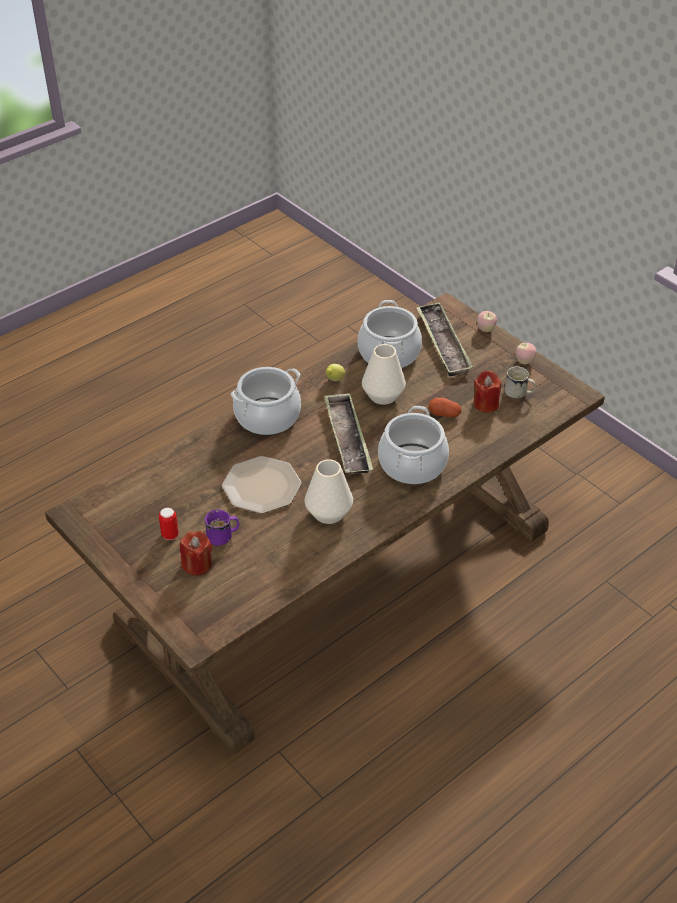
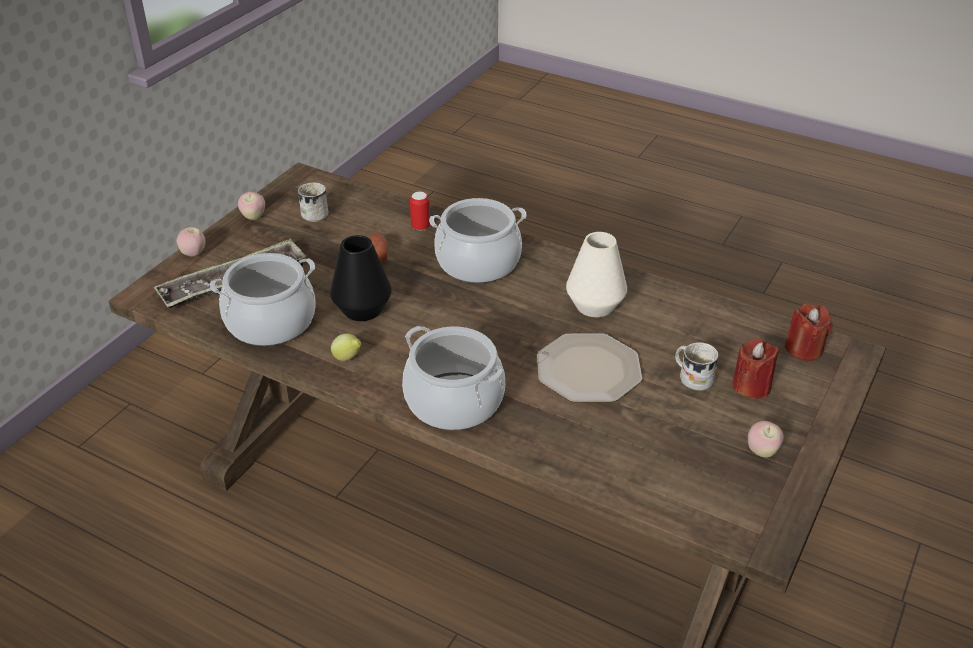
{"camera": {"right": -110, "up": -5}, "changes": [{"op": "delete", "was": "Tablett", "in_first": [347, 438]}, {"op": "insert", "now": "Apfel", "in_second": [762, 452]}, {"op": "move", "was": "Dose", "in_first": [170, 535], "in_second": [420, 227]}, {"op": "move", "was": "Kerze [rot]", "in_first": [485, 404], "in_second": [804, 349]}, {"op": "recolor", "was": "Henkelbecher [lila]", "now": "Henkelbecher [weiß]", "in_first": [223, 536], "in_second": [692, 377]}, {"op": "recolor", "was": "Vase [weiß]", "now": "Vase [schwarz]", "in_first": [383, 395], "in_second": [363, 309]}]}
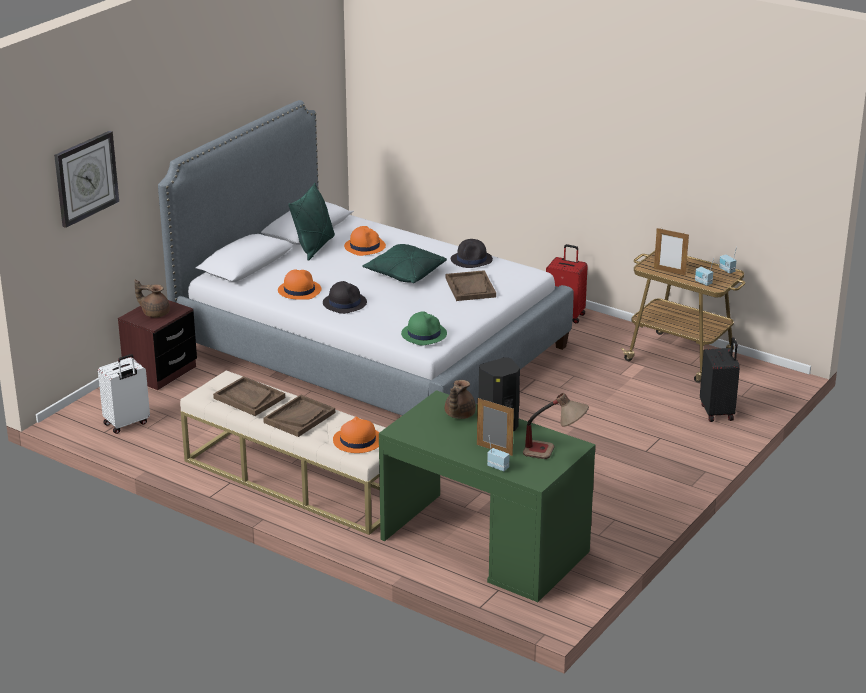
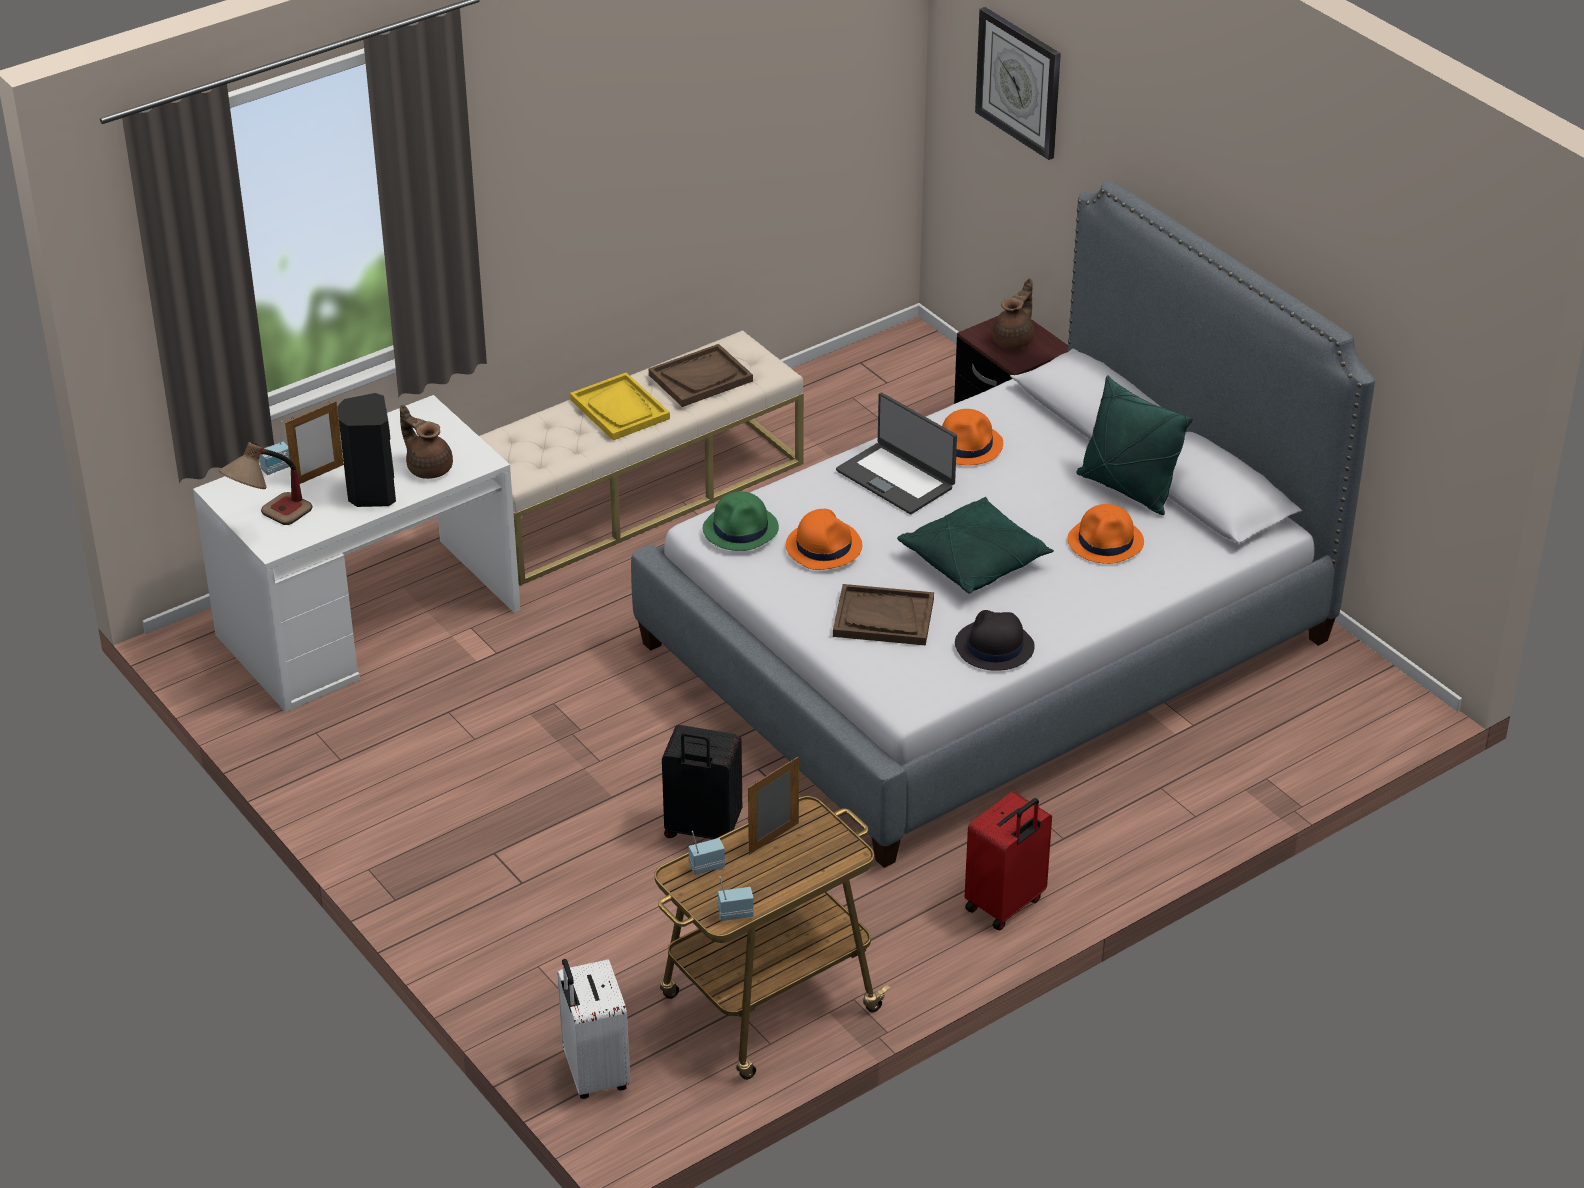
{"camera": {"right": 110, "up": 10}, "changes": [{"op": "move", "was": "Koffer [weiß]", "in_first": [127, 424], "in_second": [593, 1073]}, {"op": "move", "was": "Hut [orange]", "in_first": [357, 441], "in_second": [824, 546]}, {"op": "move", "was": "Koffer [schwarz]", "in_first": [718, 412], "in_second": [701, 830]}, {"op": "replace", "was": "Hut [schwarz]", "now": "Laptop", "in_first": [344, 303], "in_second": [896, 478]}, {"op": "recolor", "was": "Tablett [braun]", "now": "Tablett [gelb]", "in_first": [299, 417], "in_second": [620, 409]}, {"op": "recolor", "was": "Schreibtisch [grün]", "now": "Schreibtisch [weiß]", "in_first": [484, 545], "in_second": [368, 622]}]}
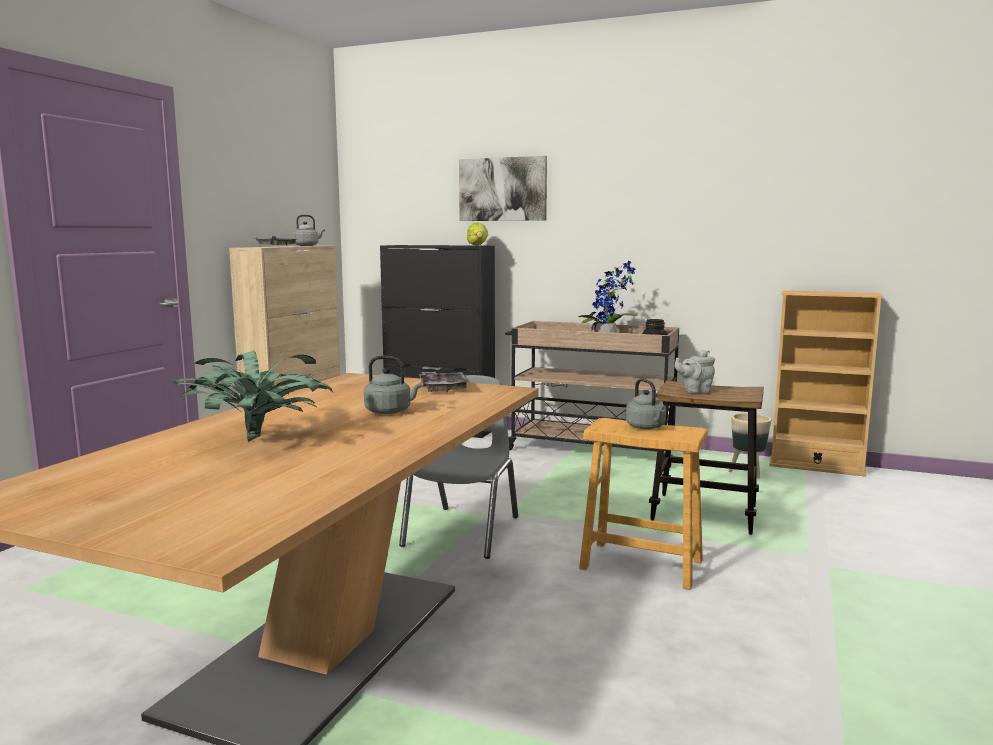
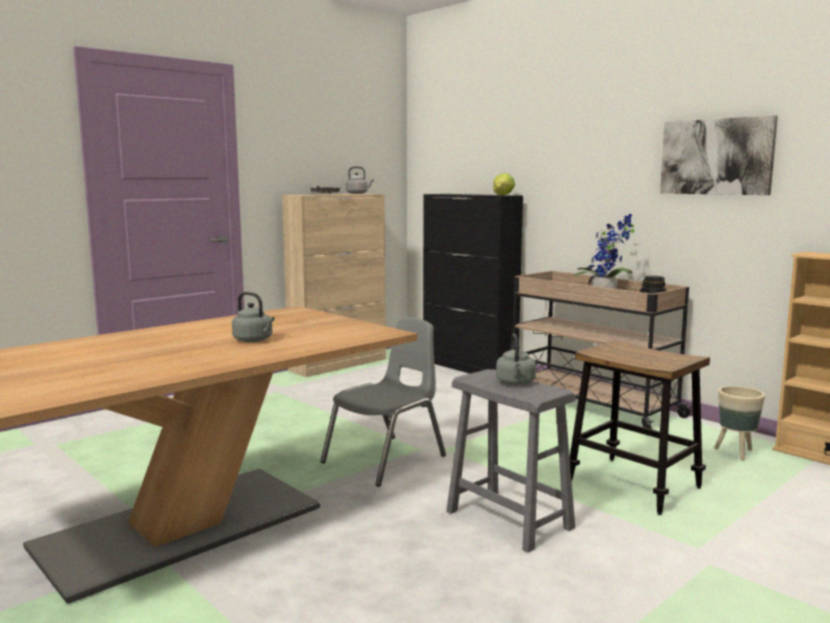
{"camera": {"right": 25, "up": 0}, "changes": [{"op": "delete", "was": "Topfpflanze", "in_first": [259, 440]}, {"op": "delete", "was": "Tablett [grau]", "in_first": [443, 389]}, {"op": "delete", "was": "Teekanne [grau]", "in_first": [695, 391]}, {"op": "move", "was": "Bild", "in_first": [503, 189], "in_second": [716, 157]}, {"op": "recolor", "was": "Hocker [braun]", "now": "Hocker [grau]", "in_first": [641, 564], "in_second": [509, 519]}]}
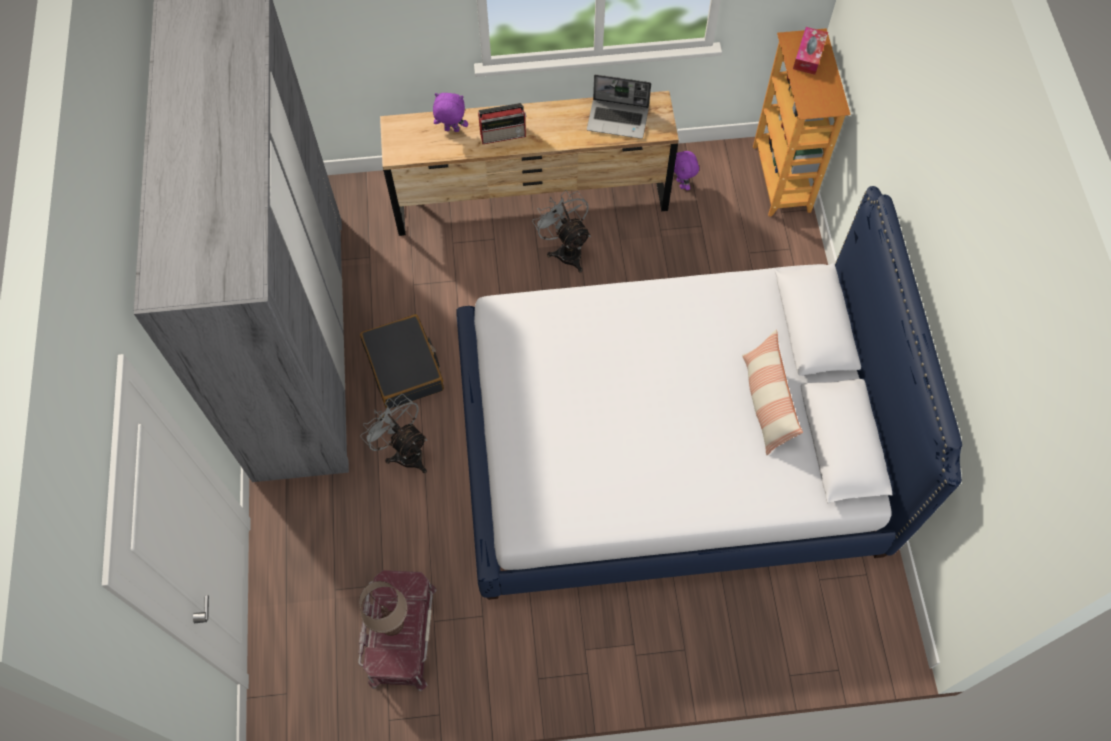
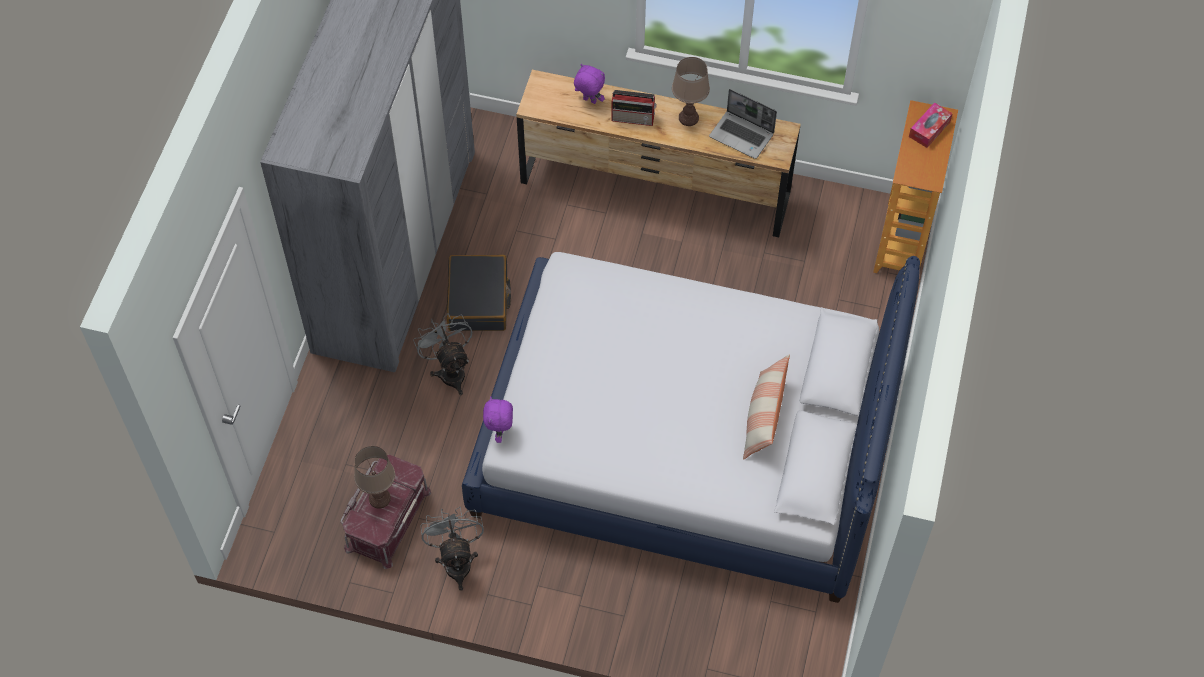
{"camera": {"right": 20, "up": -5}, "changes": [{"op": "insert", "now": "Tischlampe [braun]", "in_second": [688, 118]}, {"op": "move", "was": "Ventilator [grau]", "in_first": [566, 250], "in_second": [457, 560]}, {"op": "move", "was": "Plüschtier [lila]", "in_first": [681, 183], "in_second": [500, 432]}]}
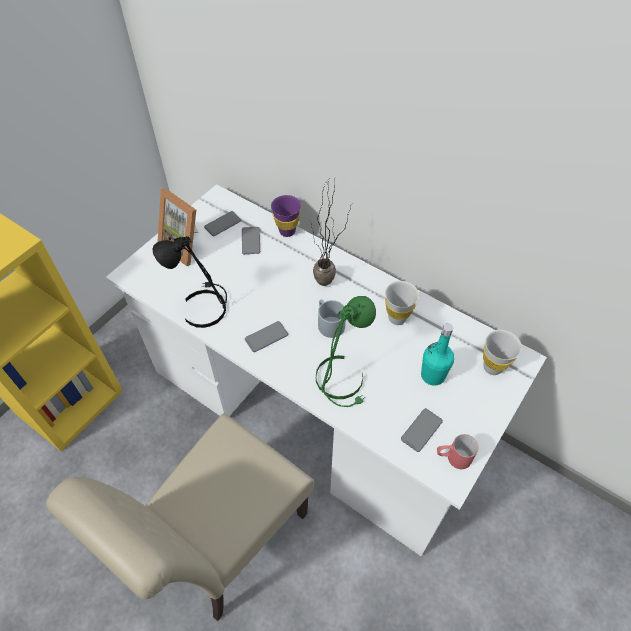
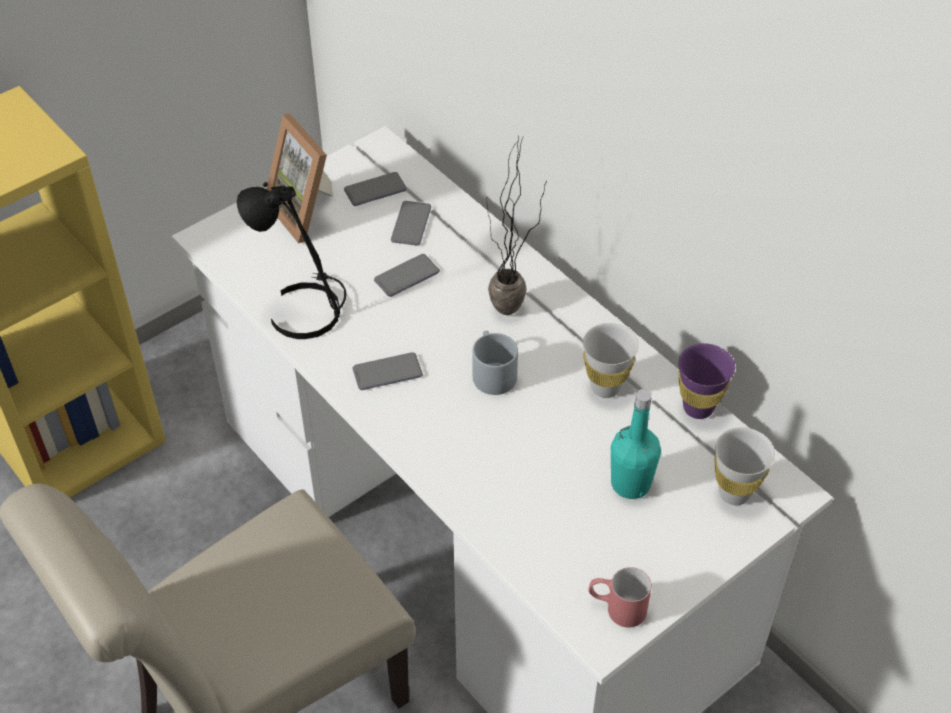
{"camera": {"right": 15, "up": -5}, "changes": [{"op": "delete", "was": "Tischlampe [grün]", "in_first": [342, 380]}, {"op": "move", "was": "Tasse [lila]", "in_first": [287, 231], "in_second": [698, 408]}, {"op": "move", "was": "Handy", "in_first": [421, 430], "in_second": [407, 276]}]}
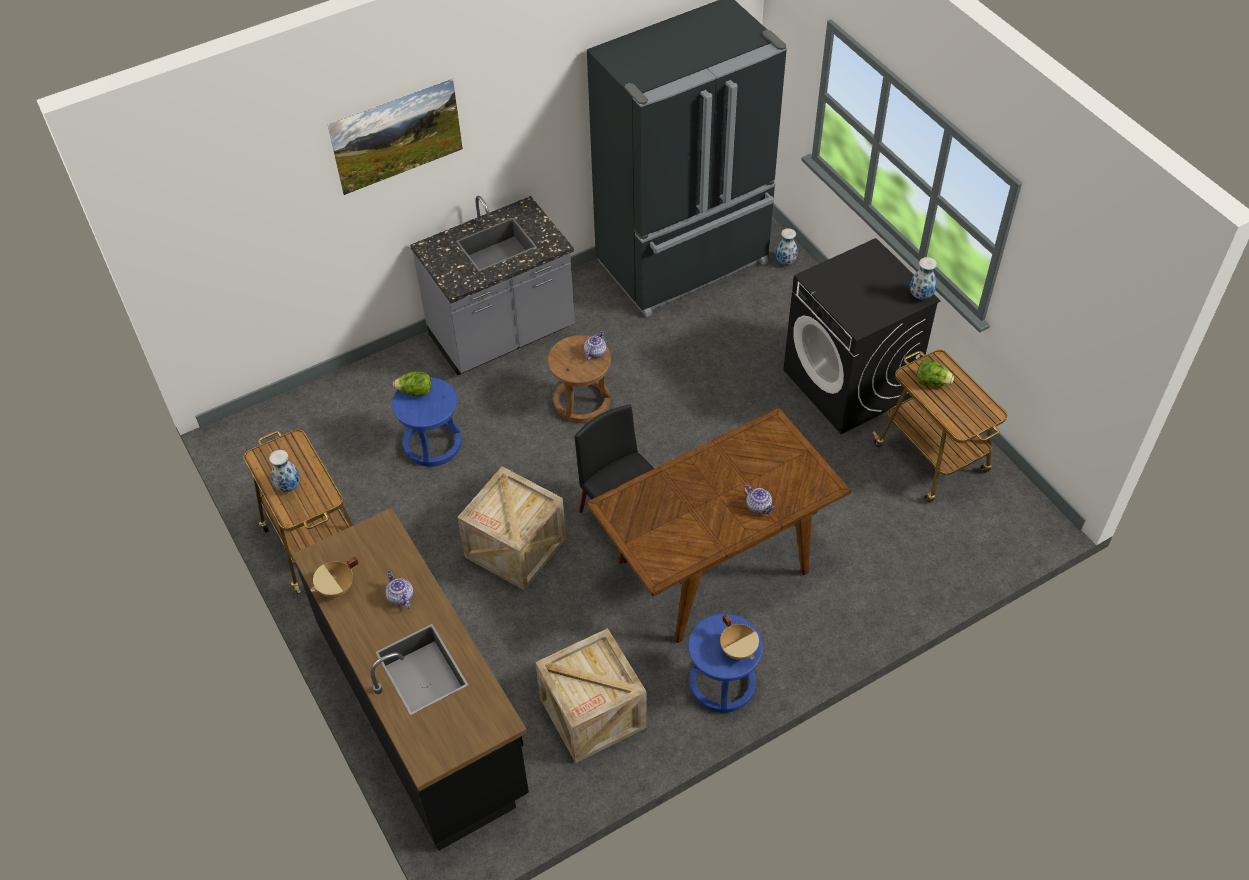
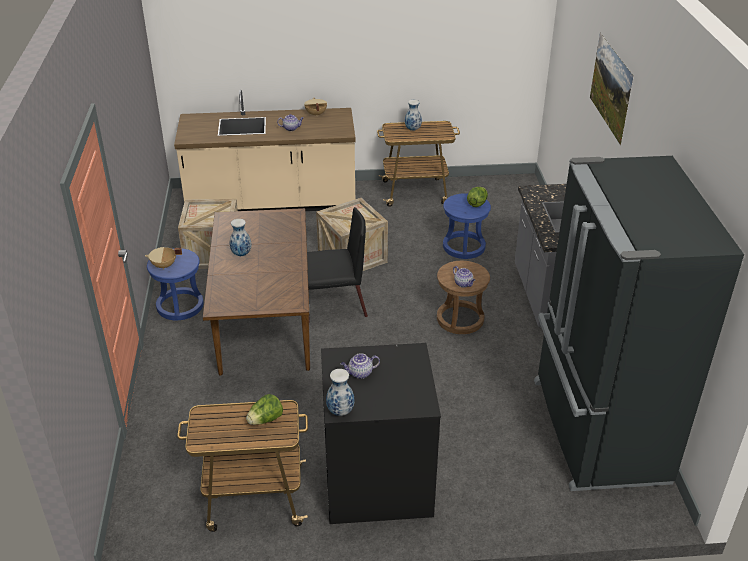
{"camera": {"right": 115, "up": -15}, "changes": [{"op": "move", "was": "Teekanne", "in_first": [759, 507], "in_second": [360, 373]}, {"op": "move", "was": "Vase", "in_first": [786, 262], "in_second": [241, 254]}, {"op": "recolor", "was": "Küchenzeile [schwarz]", "now": "Küchenzeile [beige]", "in_first": [423, 711], "in_second": [272, 202]}]}
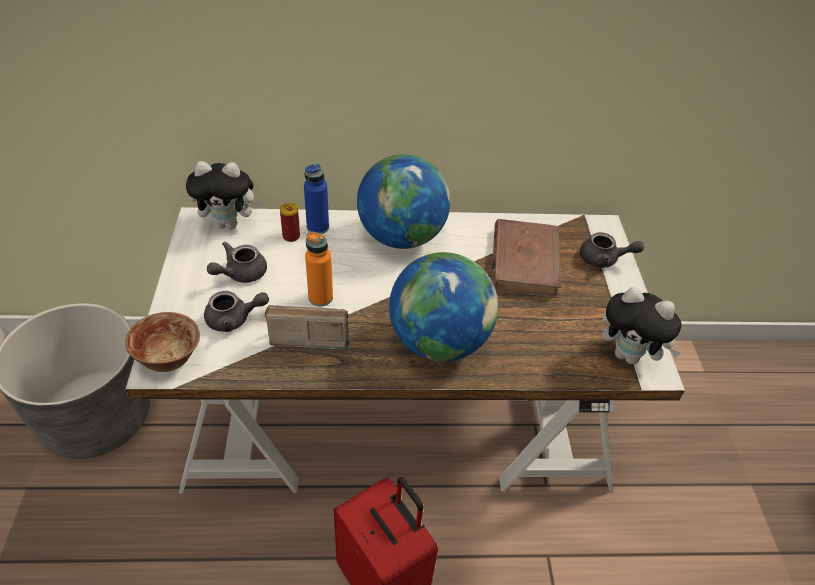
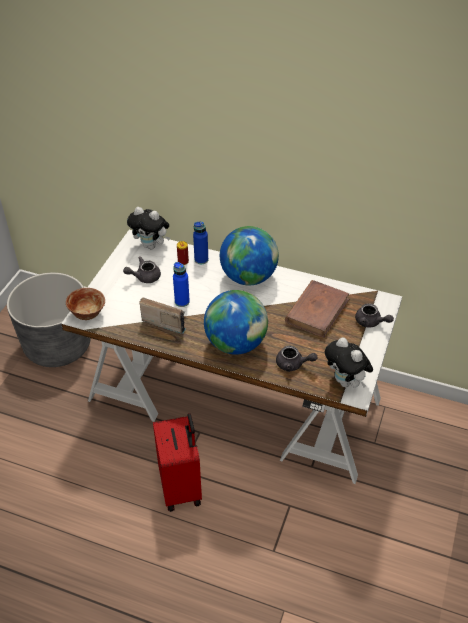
{"camera": {"right": 25, "up": 0}, "changes": [{"op": "move", "was": "Teekanne [grau]", "in_first": [234, 319], "in_second": [293, 364]}, {"op": "recolor", "was": "Flasche [orange]", "now": "Flasche [blau]", "in_first": [320, 297], "in_second": [182, 302]}]}
